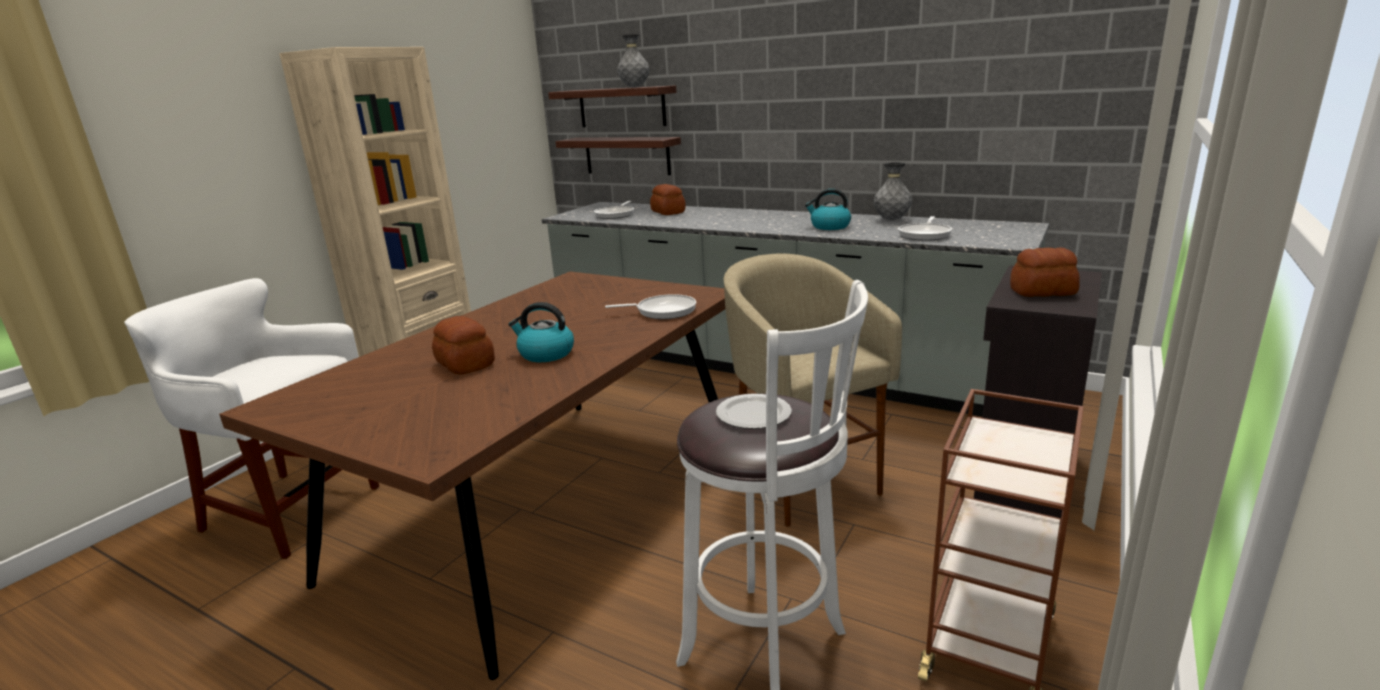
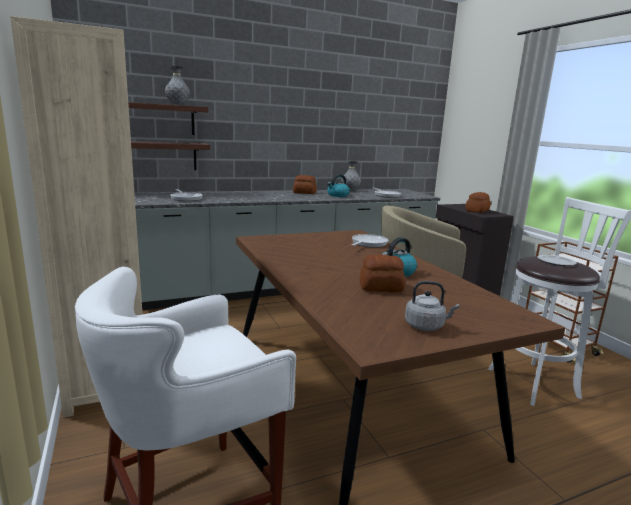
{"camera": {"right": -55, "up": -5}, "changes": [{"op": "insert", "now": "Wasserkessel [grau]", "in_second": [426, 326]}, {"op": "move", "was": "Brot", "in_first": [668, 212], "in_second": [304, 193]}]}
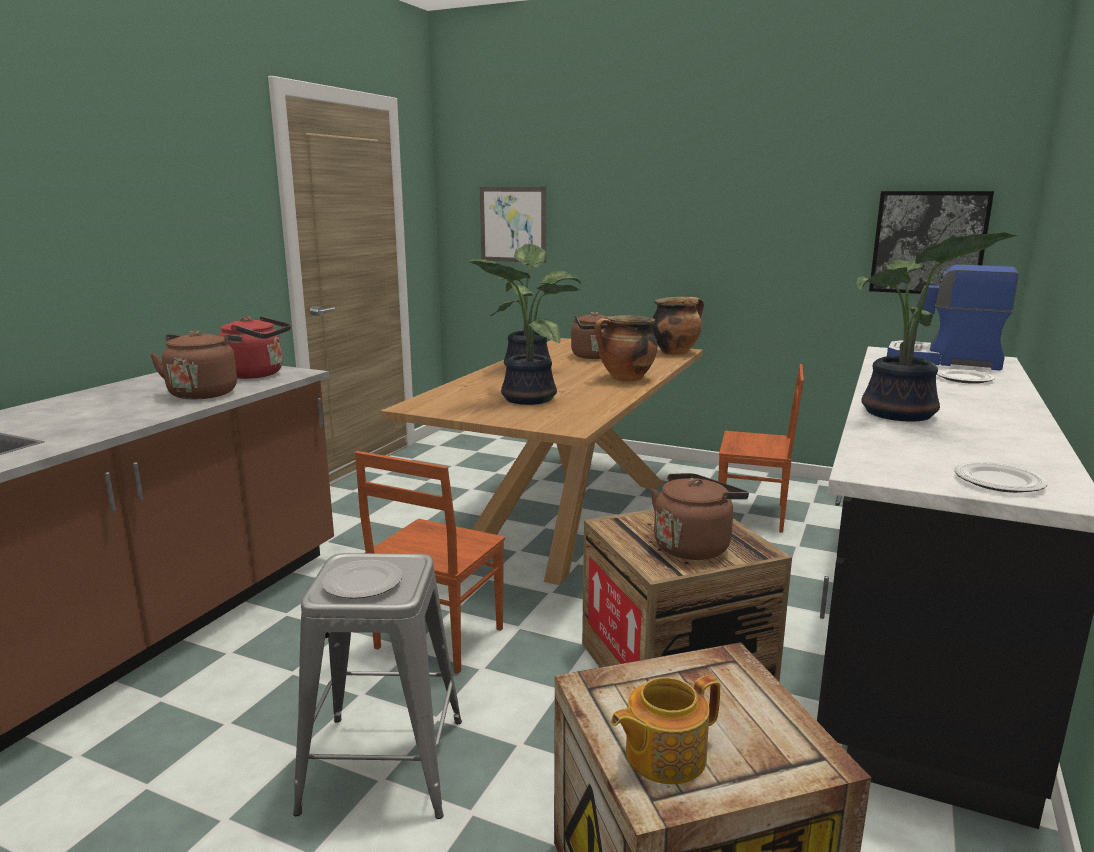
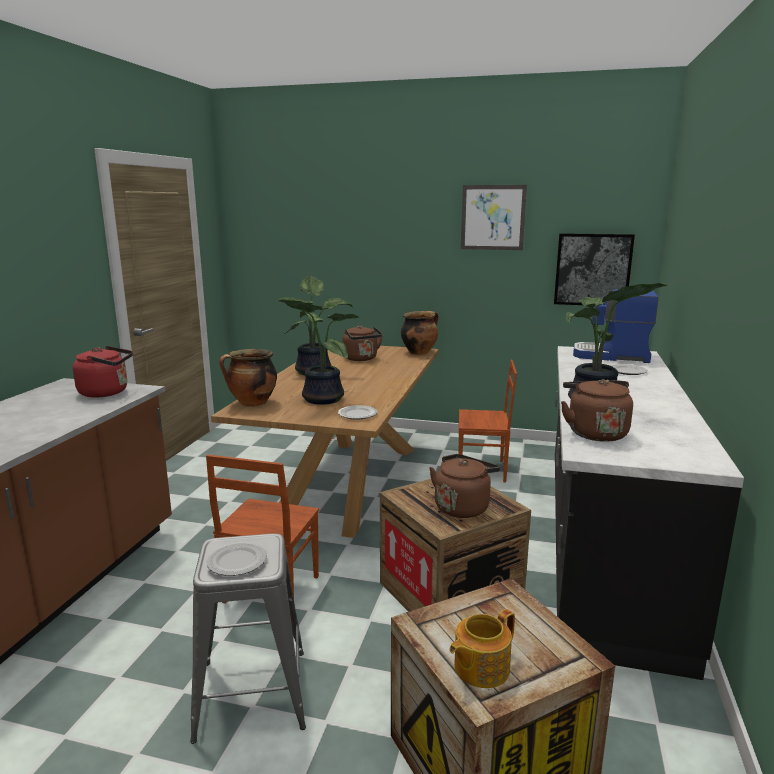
{"camera": {"right": -10, "up": 0}, "changes": [{"op": "move", "was": "Wasserkessel [braun]", "in_first": [204, 393], "in_second": [594, 433]}, {"op": "move", "was": "Bild", "in_first": [513, 224], "in_second": [493, 217]}, {"op": "move", "was": "Kochtopf", "in_first": [625, 379], "in_second": [252, 403]}, {"op": "move", "was": "Teller", "in_first": [999, 482], "in_second": [357, 415]}]}
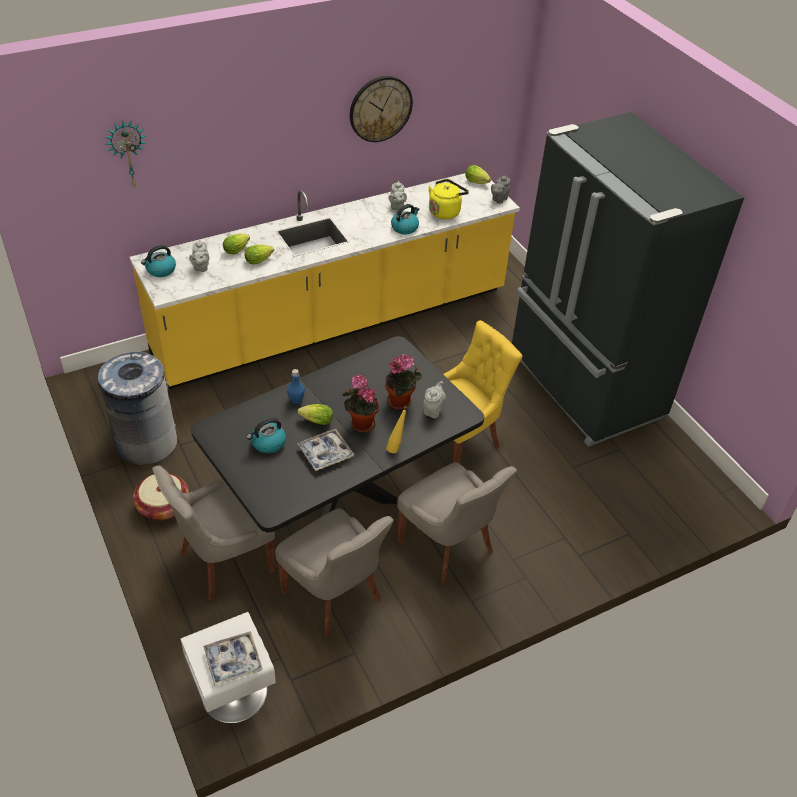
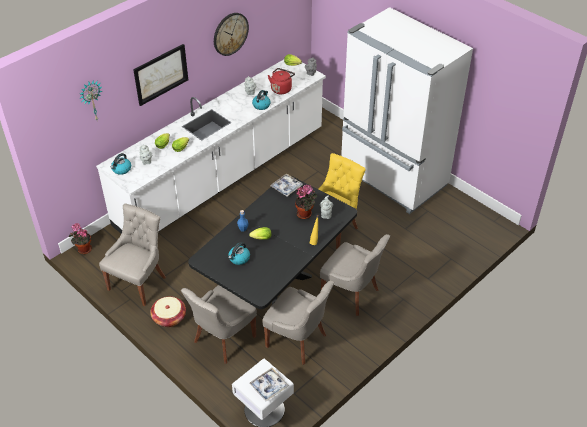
{"camera": {"right": -15, "up": 0}, "changes": [{"op": "insert", "now": "Bild", "in_second": [161, 74]}, {"op": "move", "was": "Tablett", "in_first": [325, 453], "in_second": [286, 187]}, {"op": "move", "was": "Topfpflanze", "in_first": [360, 423], "in_second": [83, 249]}, {"op": "replace", "was": "Mülleimer [grau]", "now": "Stuhl [grau]", "in_first": [146, 442], "in_second": [138, 283]}, {"op": "recolor", "was": "Küchenzeile [gelb]", "now": "Küchenzeile [weiß]", "in_first": [334, 323], "in_second": [223, 177]}, {"op": "recolor", "was": "Wasserkessel [gelb]", "now": "Wasserkessel [rot]", "in_first": [445, 211], "in_second": [281, 89]}, {"op": "recolor", "was": "Kühlschrank [schwarz]", "now": "Kühlschrank [weiß]", "in_first": [583, 386], "in_second": [392, 178]}]}
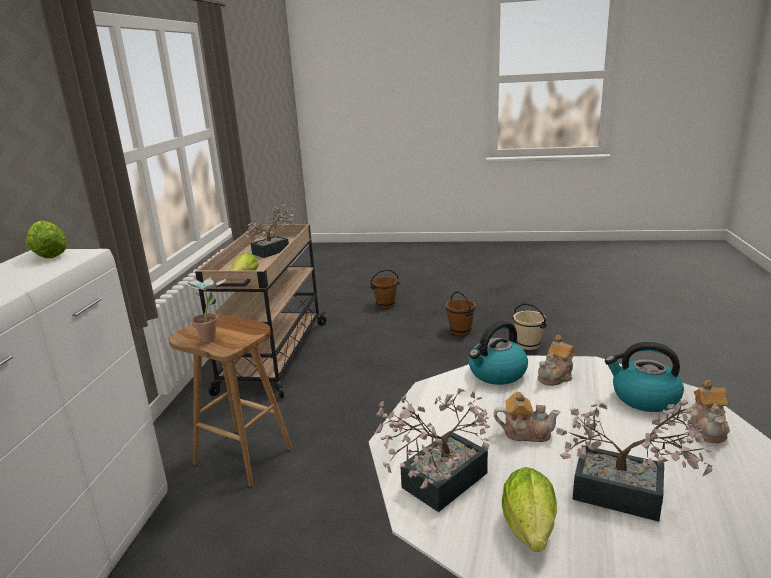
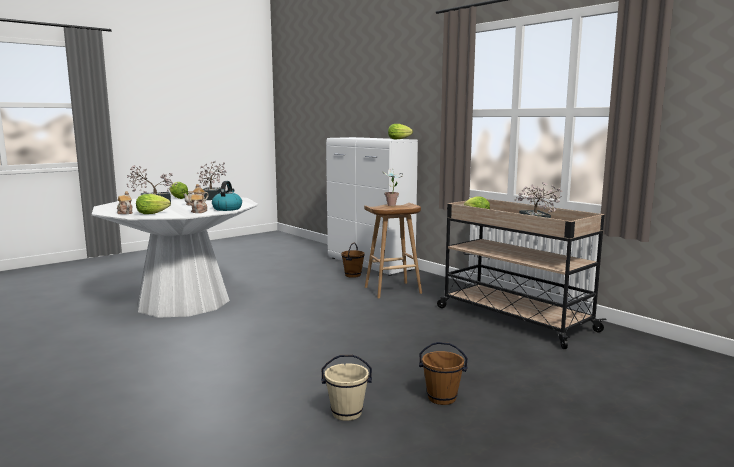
{"camera": {"right": 130, "up": -10}, "changes": [{"op": "move", "was": "Eimer [braun]", "in_first": [385, 305], "in_second": [353, 275]}, {"op": "replace", "was": "Wasserkessel", "now": "Salatkopf", "in_first": [644, 398], "in_second": [154, 213]}]}
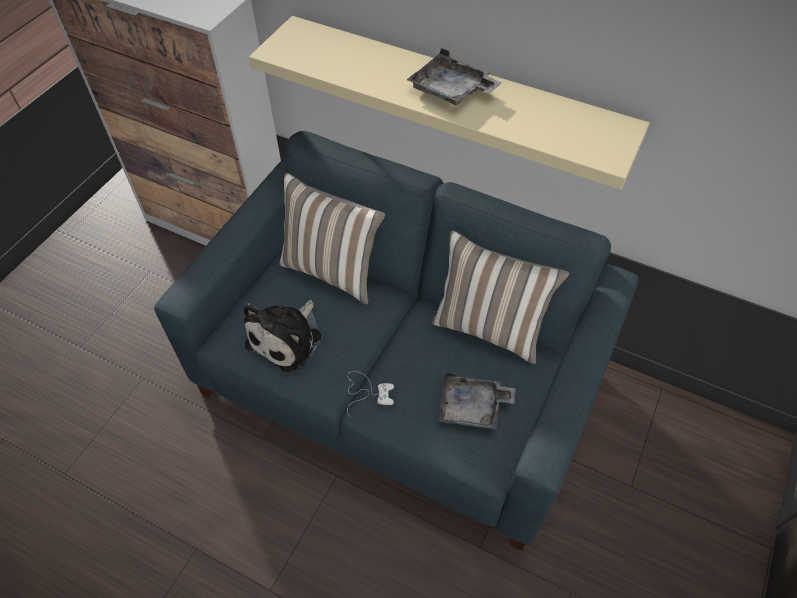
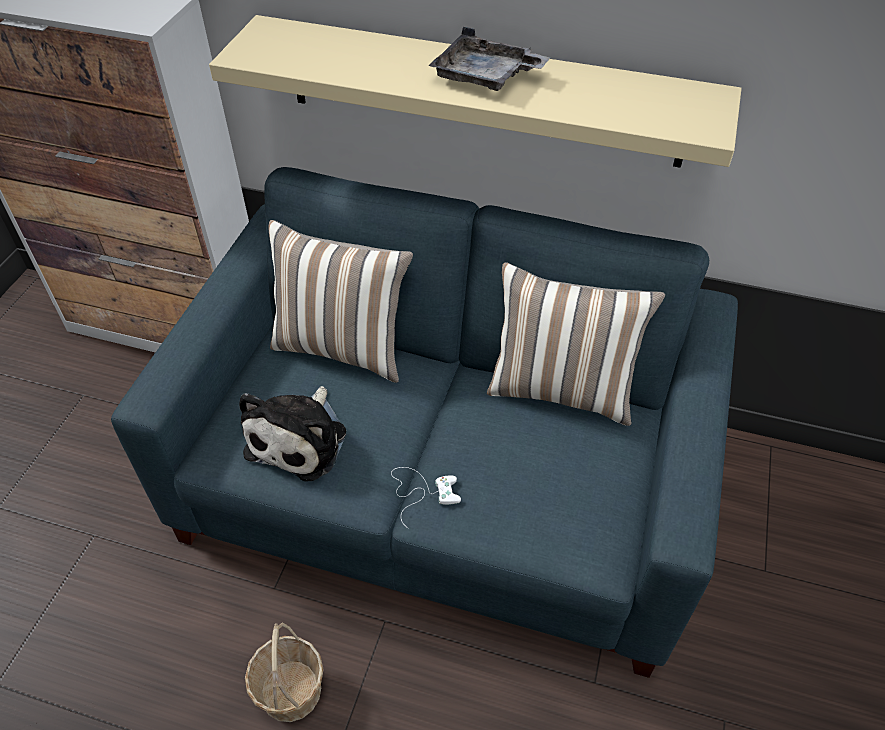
{"camera": {"right": -10, "up": -5}, "changes": [{"op": "delete", "was": "Tablett [grau]", "in_first": [472, 407]}, {"op": "insert", "now": "Korb", "in_second": [290, 691]}]}
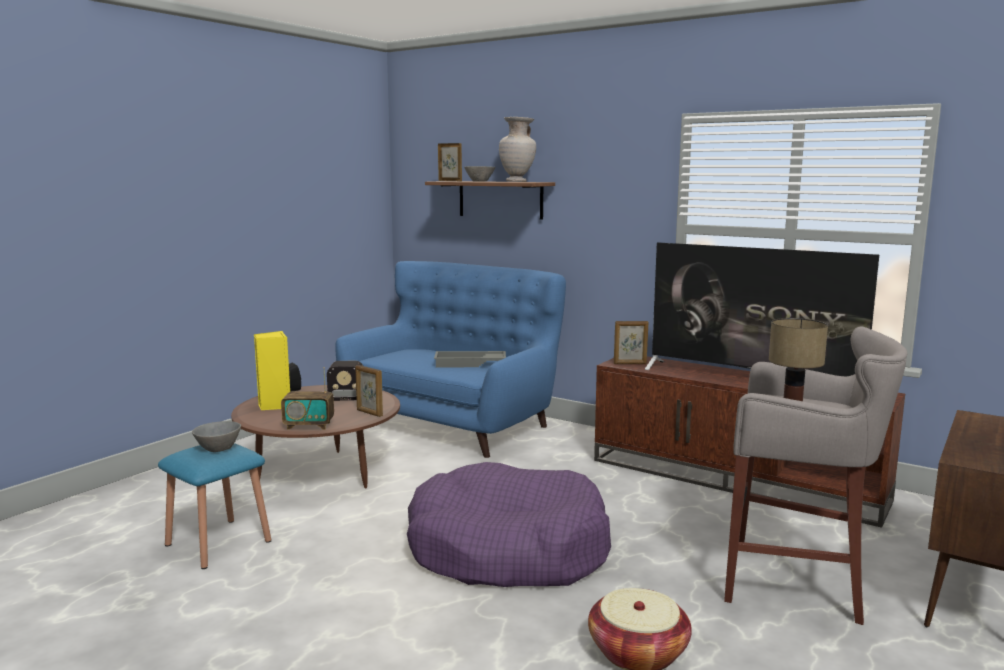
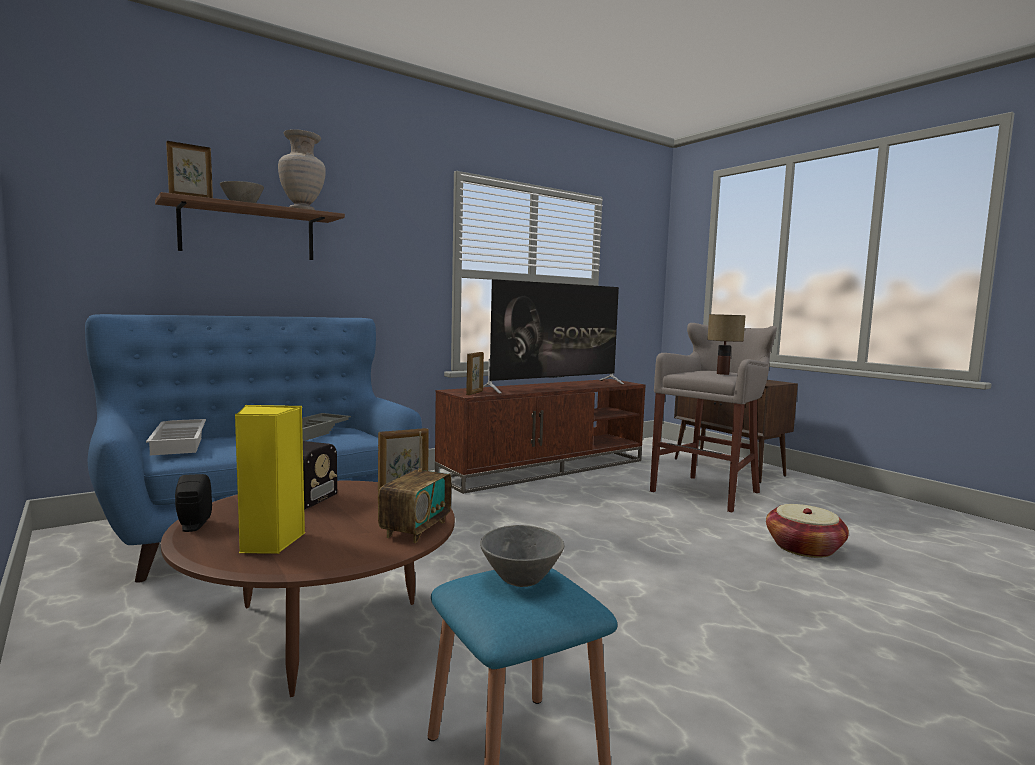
{"camera": {"right": -70, "up": -5}, "changes": [{"op": "delete", "was": "Hundebett [lila]", "in_first": [508, 549]}, {"op": "insert", "now": "Tablett [weiß]", "in_second": [181, 442]}]}
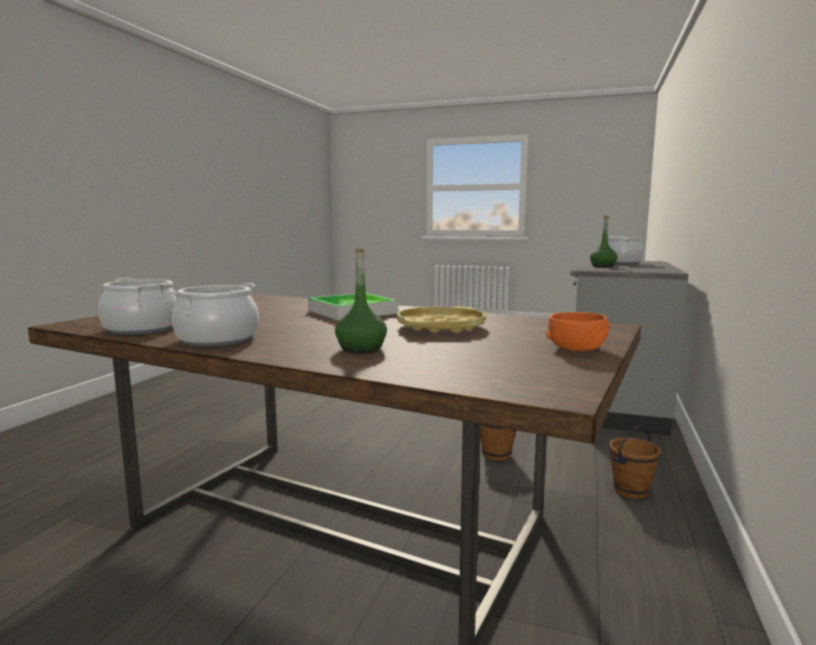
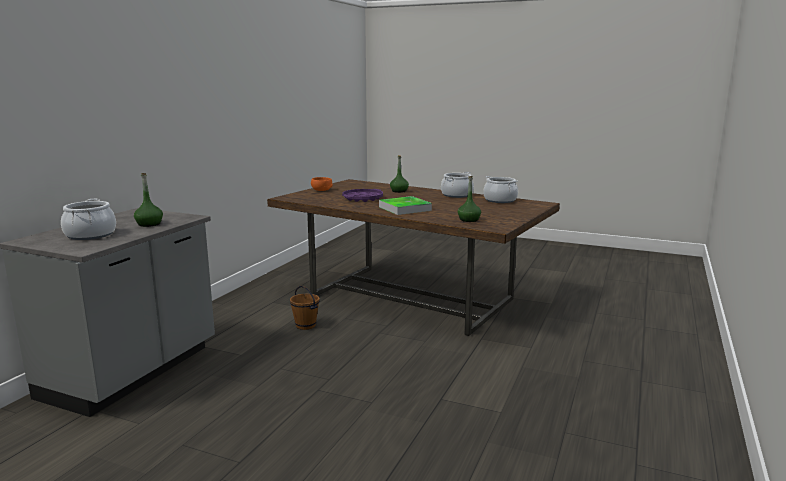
{"camera": {"right": -175, "up": 5}, "changes": [{"op": "delete", "was": "Eimer [braun]", "in_first": [631, 491]}, {"op": "insert", "now": "Flasche [grün]", "in_second": [468, 220]}, {"op": "recolor", "was": "Tablett [gelb]", "now": "Tablett [lila]", "in_first": [440, 327], "in_second": [362, 198]}]}
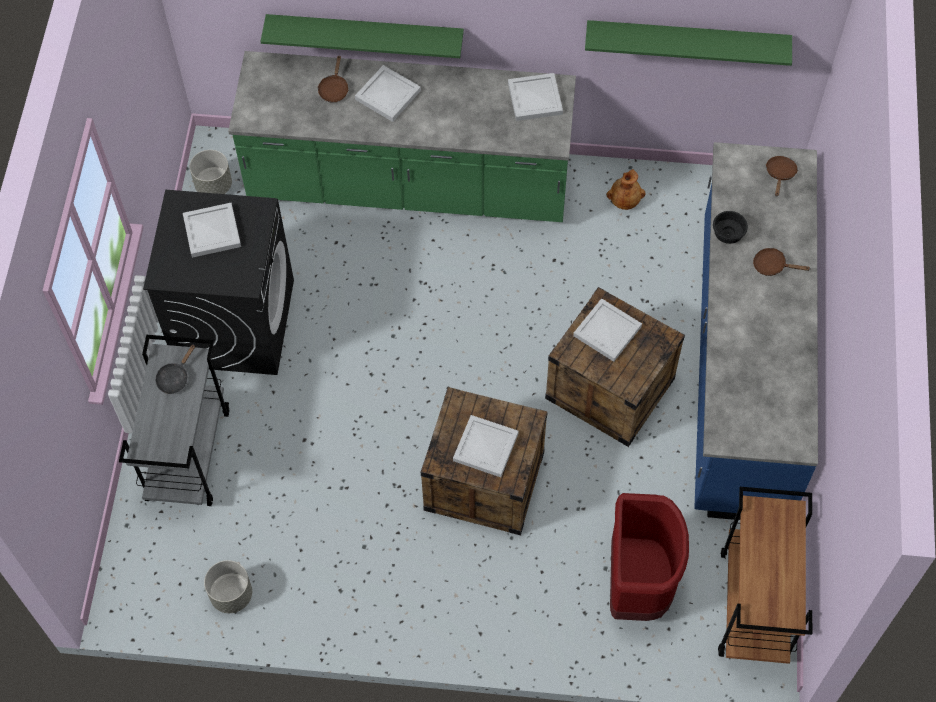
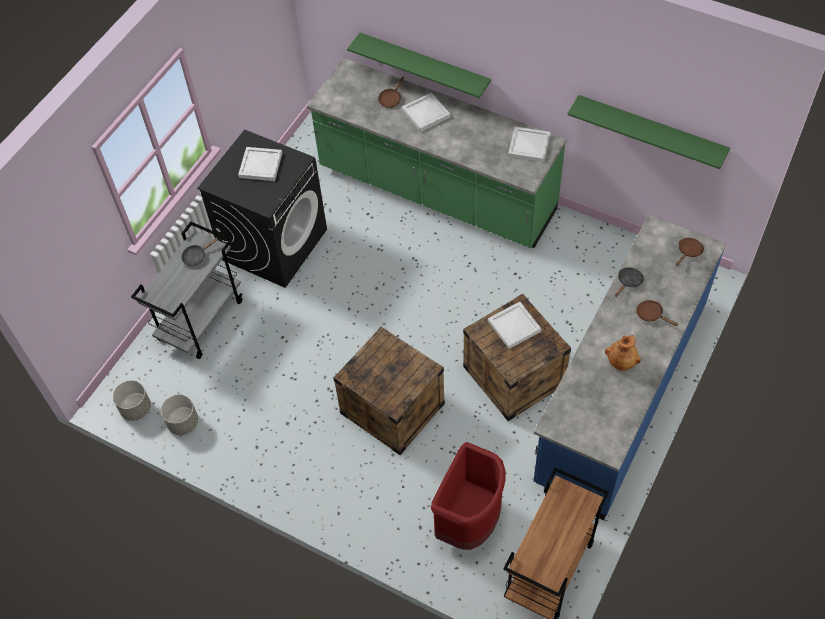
{"camera": {"right": 25, "up": -5}, "changes": [{"op": "delete", "was": "Tablett [weiß]", "in_first": [485, 446]}, {"op": "move", "was": "Pflanzkübel [grau]", "in_first": [213, 185], "in_second": [136, 408]}, {"op": "move", "was": "Vase [braun]", "in_first": [624, 200], "in_second": [621, 361]}, {"op": "replace", "was": "Schüssel [schwarz]", "now": "Pfanne [schwarz]", "in_first": [729, 234], "in_second": [628, 282]}]}
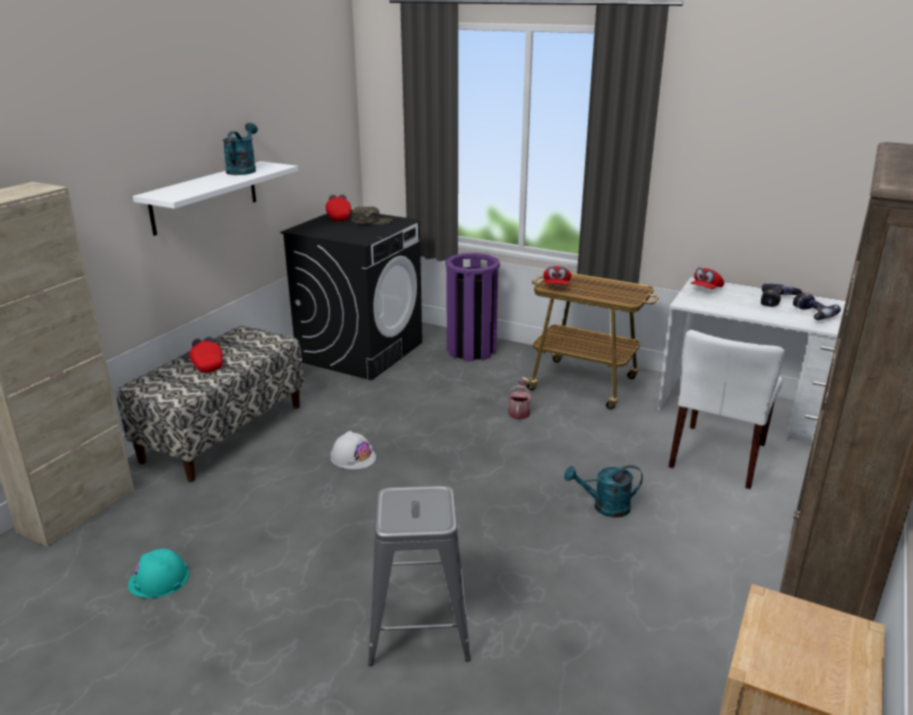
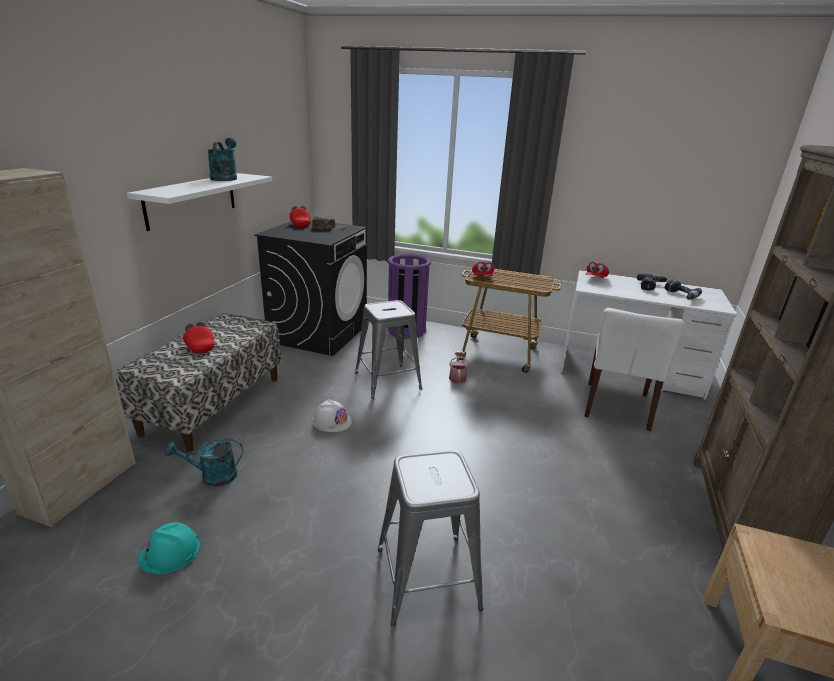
{"camera": {"right": -10, "up": 0}, "changes": [{"op": "insert", "now": "Hocker [grau]", "in_second": [387, 381]}, {"op": "move", "was": "Gießkanne [türkis]", "in_first": [604, 507], "in_second": [212, 476]}]}
